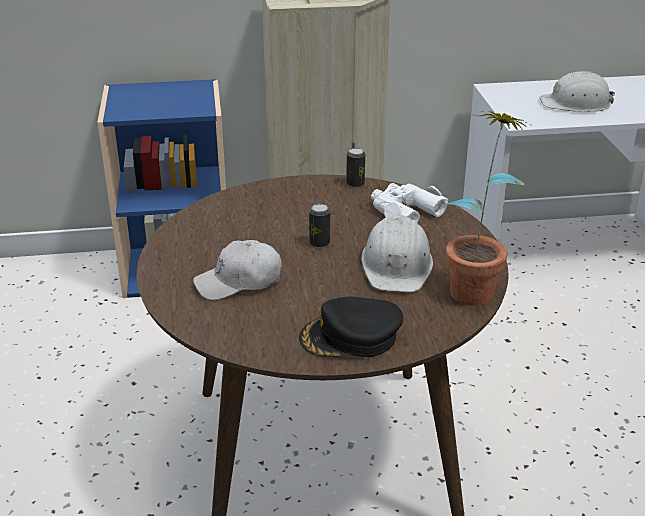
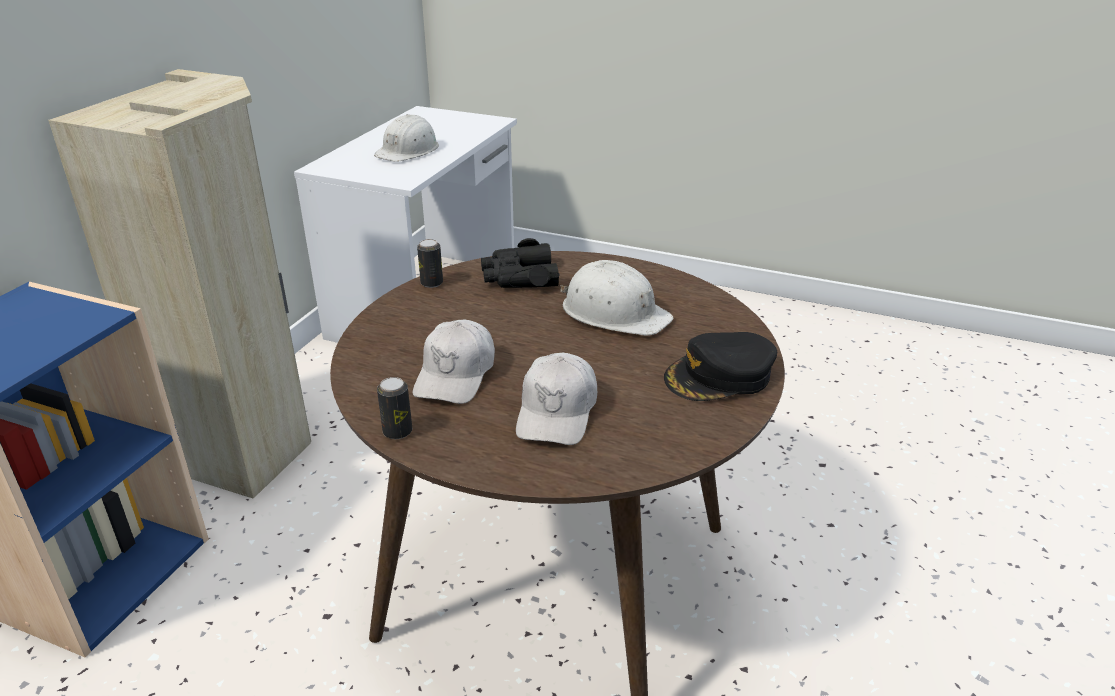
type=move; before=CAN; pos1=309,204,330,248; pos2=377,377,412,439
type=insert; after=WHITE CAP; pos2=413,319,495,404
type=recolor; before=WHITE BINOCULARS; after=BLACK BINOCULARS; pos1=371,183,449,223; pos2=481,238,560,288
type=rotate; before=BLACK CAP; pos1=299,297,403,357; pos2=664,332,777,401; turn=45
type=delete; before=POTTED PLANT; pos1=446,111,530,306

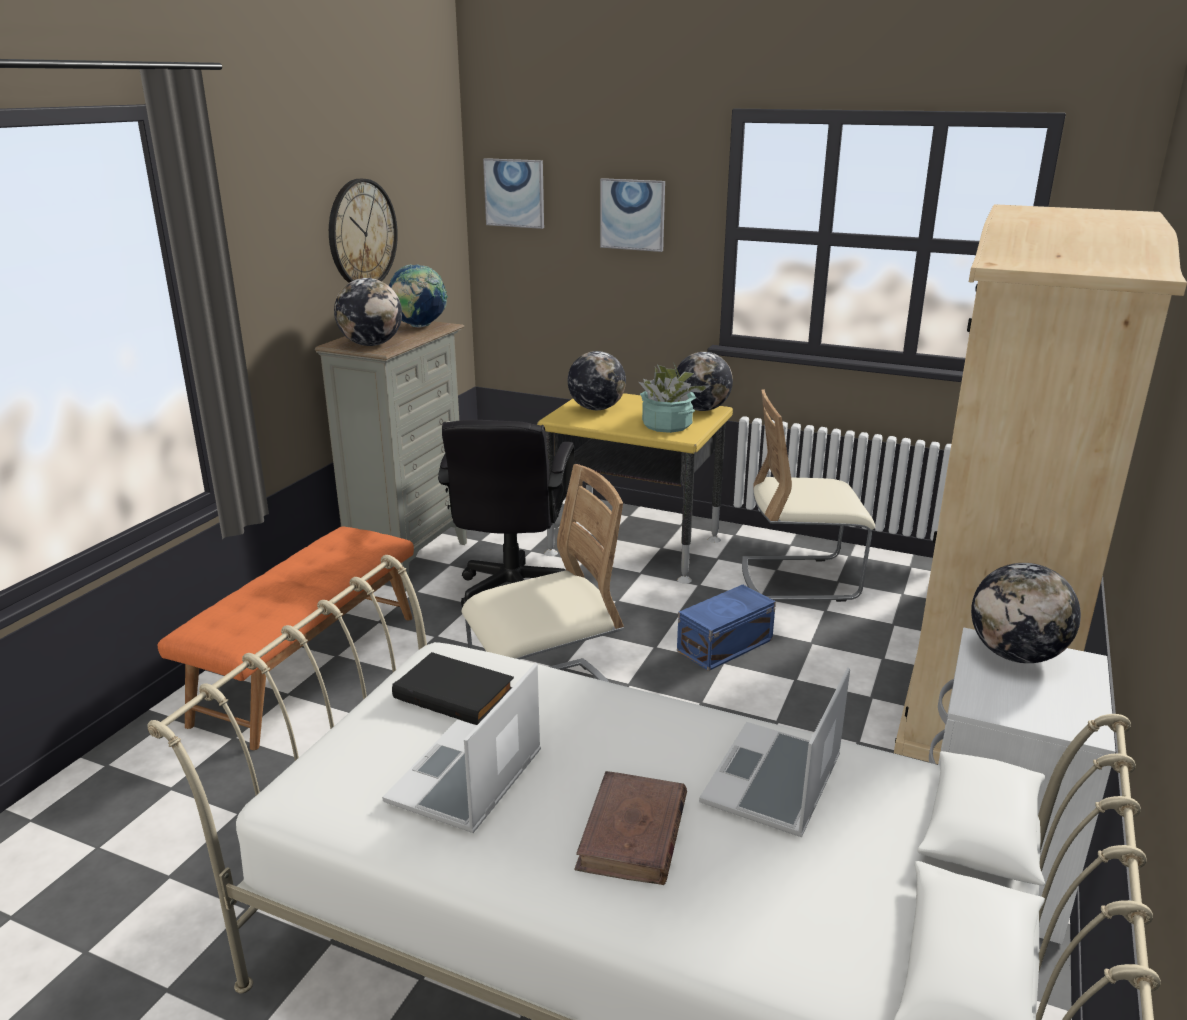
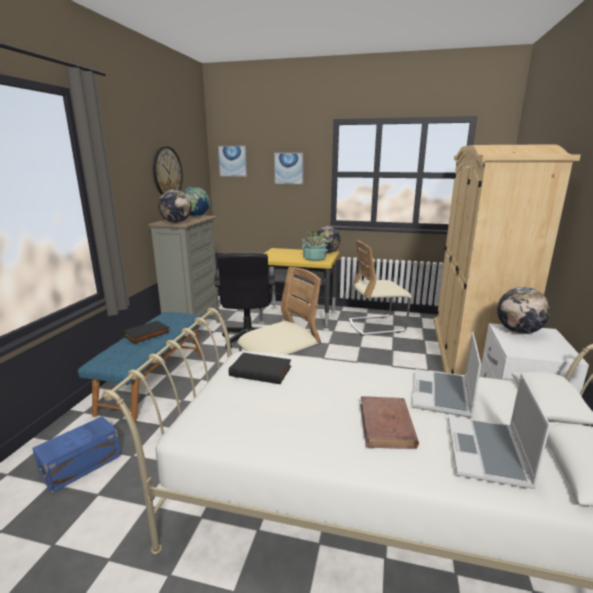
type=move; before=BLUE STORAGE BOX; pos1=677,584,776,671; pos2=32,416,121,493
type=recolor; before=ORANGE BENCH; after=BLUE BENCH; pos1=158,526,414,750; pos2=78,312,202,423
type=insert; after=BLACK BOOK; pos2=123,321,169,344
type=move; before=LAPTOP; pos1=382,663,541,833; pos2=448,373,550,489
type=delete; before=GLOBE; pos1=568,351,626,410

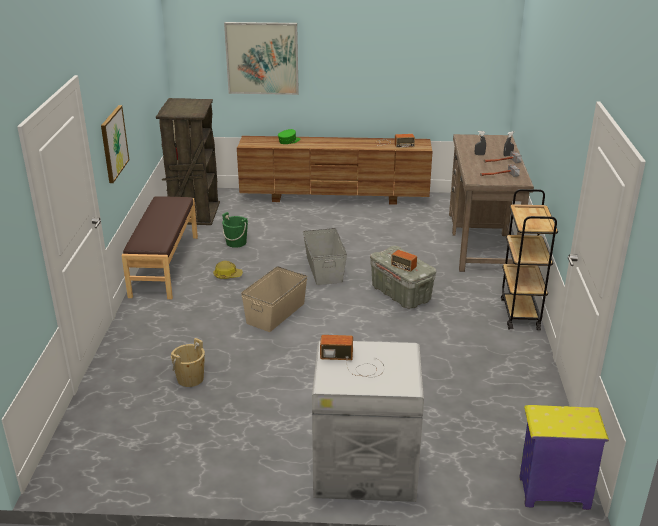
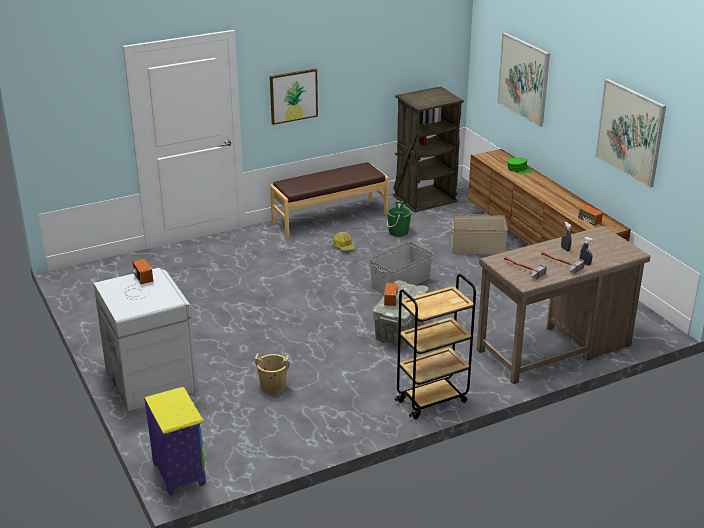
type=move; before=BEIGE BUCKET; pos1=171,338,205,387; pos2=255,353,290,394
type=move; before=BEIGE STORAGE BOX; pos1=241,266,307,332; pos2=451,214,508,254
type=insert; after=PICTURE; pos2=595,79,666,187

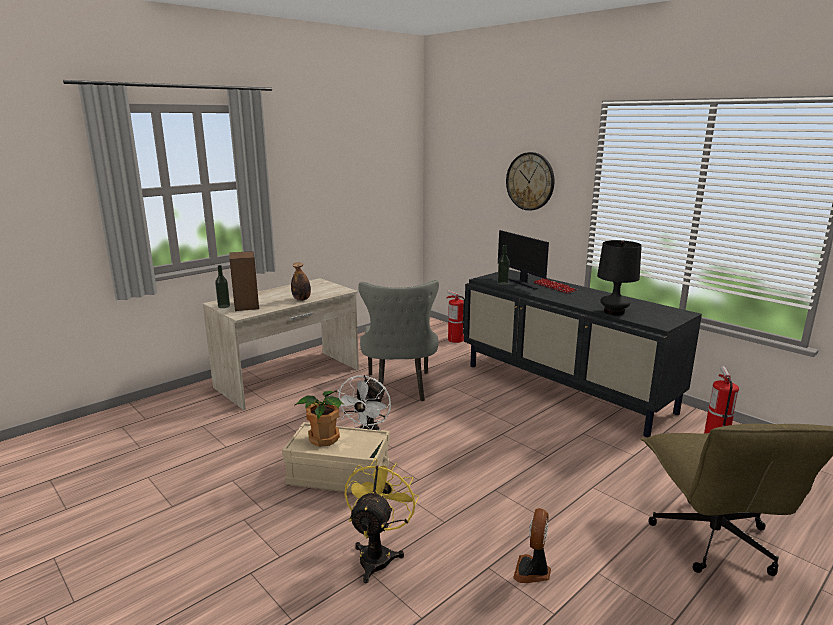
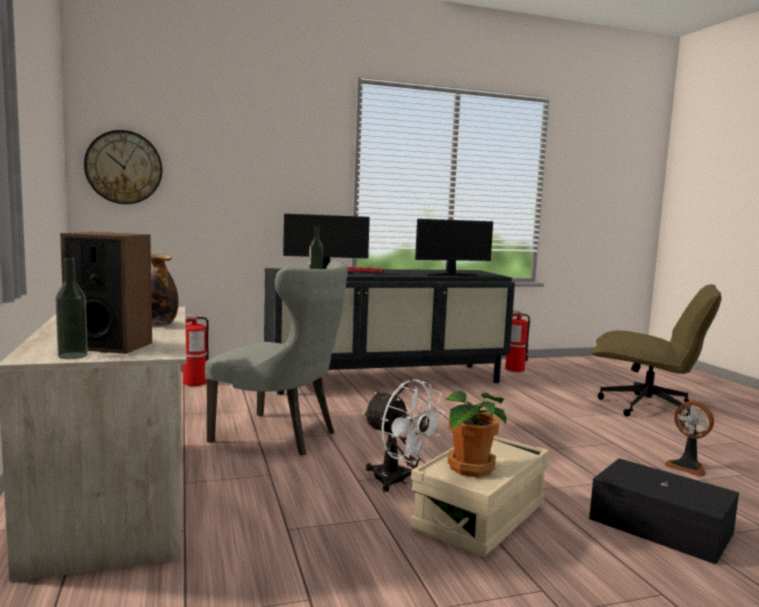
type=move; before=WALL CLOCK; pos1=506,152,555,211; pos2=84,130,162,204
type=replace; before=BLACK TABLE LAMP; after=MONITOR; pos1=597,240,642,315; pos2=415,219,493,276
type=replace; before=YELLOW FAN; after=BLACK STORAGE BOX; pos1=345,458,419,583; pos2=589,458,739,564

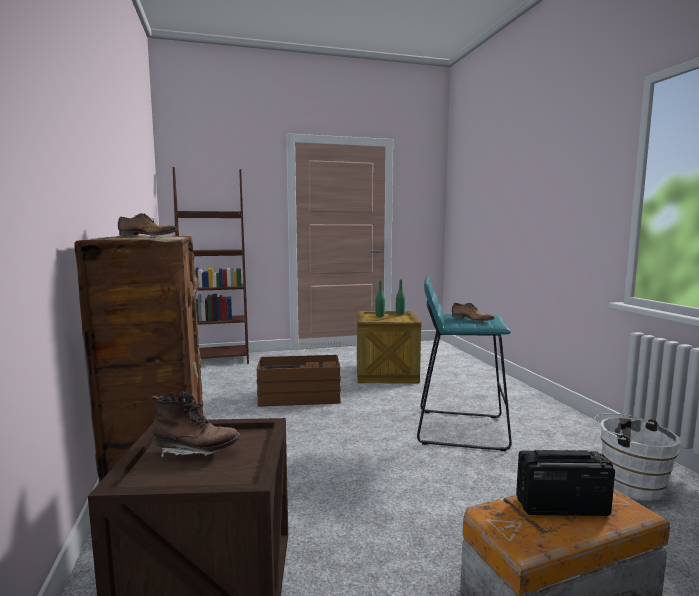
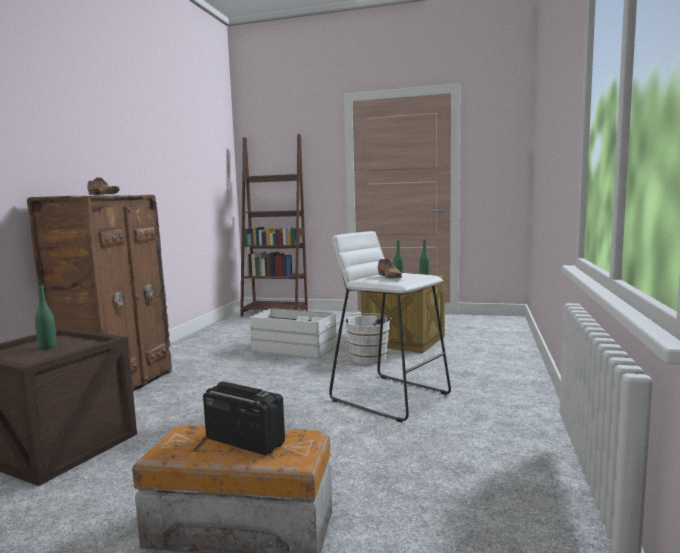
type=replace; before=BROWN BOOT; after=GREEN BOTTLE; pos1=151,392,240,459; pos2=35,284,57,349
type=recolor; before=BROWN STORAGE BOX; after=WHITE STORAGE BOX; pos1=257,355,341,407; pos2=250,308,337,359
type=recolor; before=TURQUOISE STOOL; after=WHITE STOOL; pos1=417,276,512,451; pos2=329,231,451,422
type=move; before=WHITE BUCKET; pos1=593,413,681,501; pos2=344,313,392,365

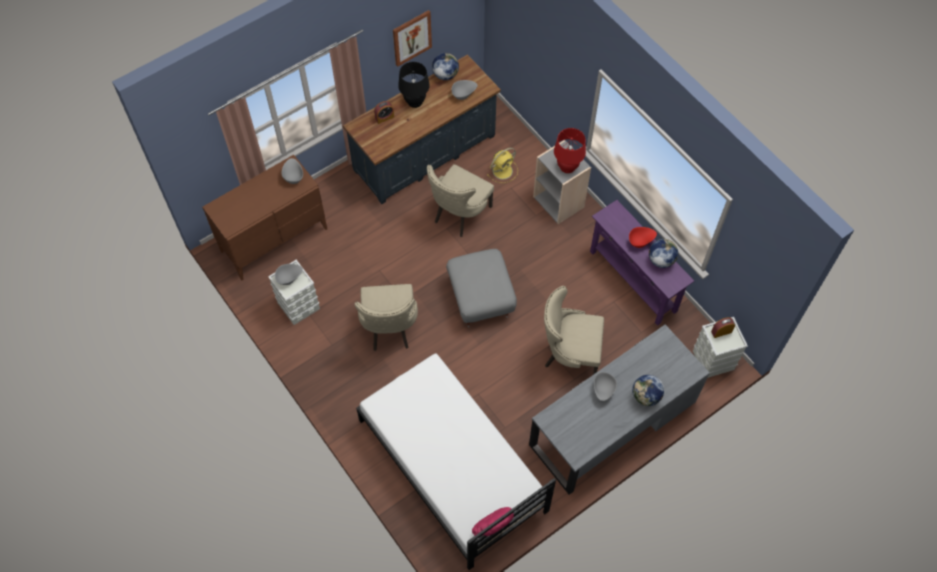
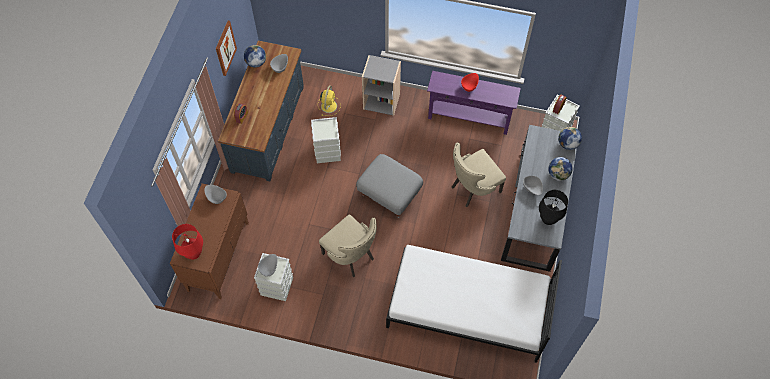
type=move; before=RED TABLE LAMP; pos1=554,128,586,173; pos2=172,224,203,259
type=replace; before=BEIGE CHAIR; after=GREY STORAGE BOX; pos1=427,164,494,237; pos2=311,117,341,163
type=move; before=BLACK TABLE LAMP; pos1=398,62,430,108; pos2=539,190,568,225
type=move; before=GLOBE; pos1=649,239,678,268; pos2=558,127,582,150
type=delete; before=PINK PILLOW; pos1=472,507,514,537

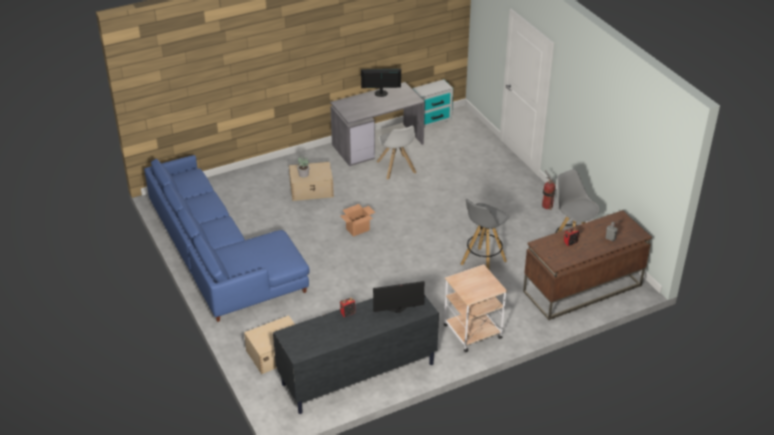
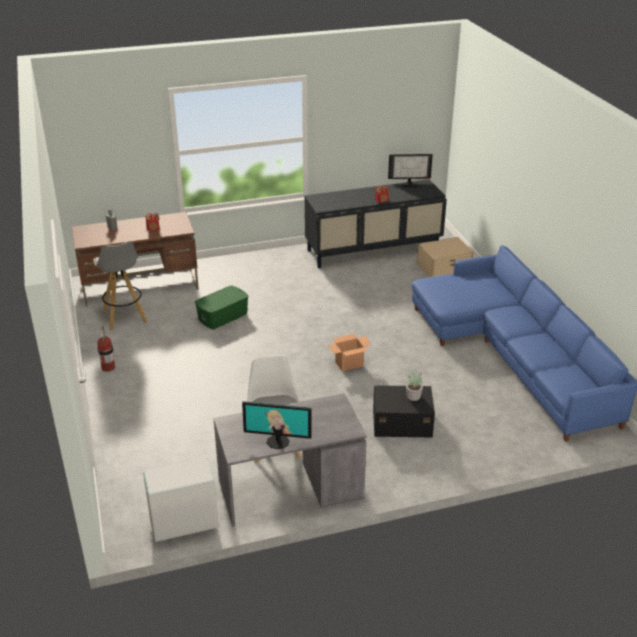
type=replace; before=GREY STOOL; after=GREEN STORAGE BOX; pos1=461,199,510,270; pos2=195,285,249,329
type=recolor; before=BEIGE STORAGE BOX; after=BLACK STORAGE BOX; pos1=289,162,334,201; pos2=373,385,435,437
type=move; before=MONITOR; pos1=373,281,424,313; pos2=388,154,433,188
type=delete; before=BEIGE CART; pos1=443,264,507,352

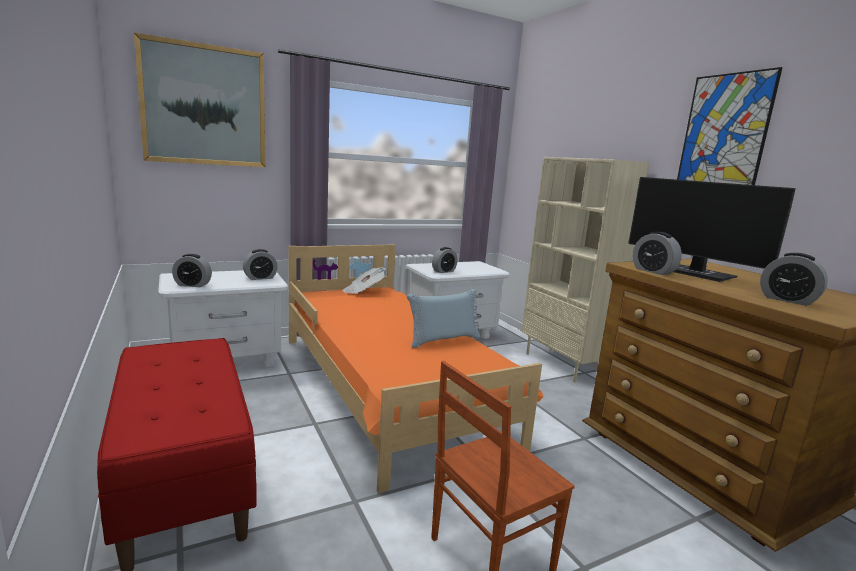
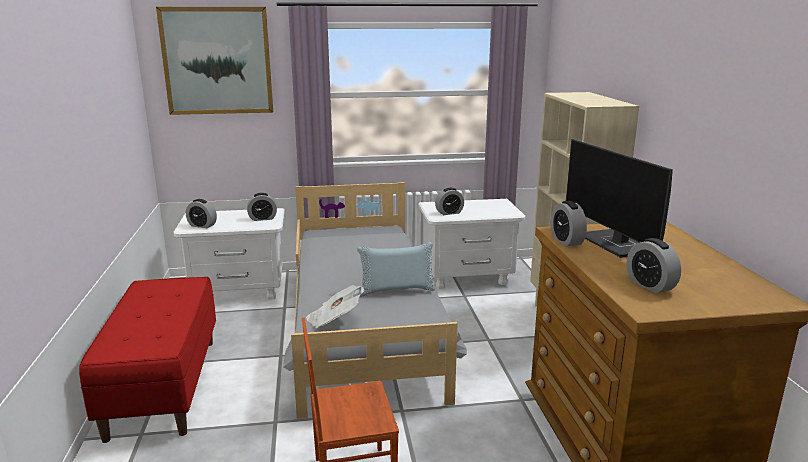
type=recolor; before=ORANGE BED; after=GREY BED; pos1=289,244,544,493; pos2=283,182,467,419
type=move; before=NEWSPAPER; pos1=342,267,386,294; pos2=306,285,364,328
type=delete; before=PICTURE; pos1=677,67,783,185

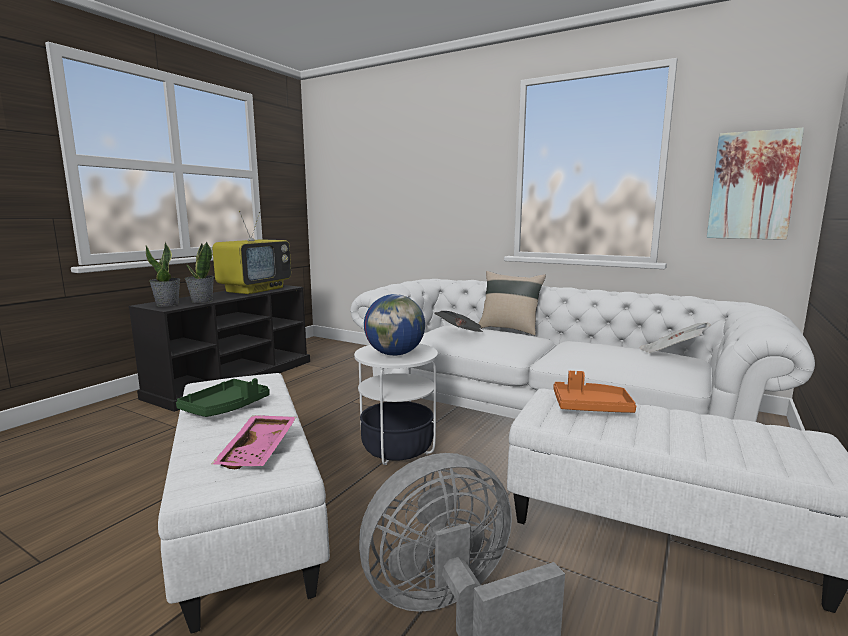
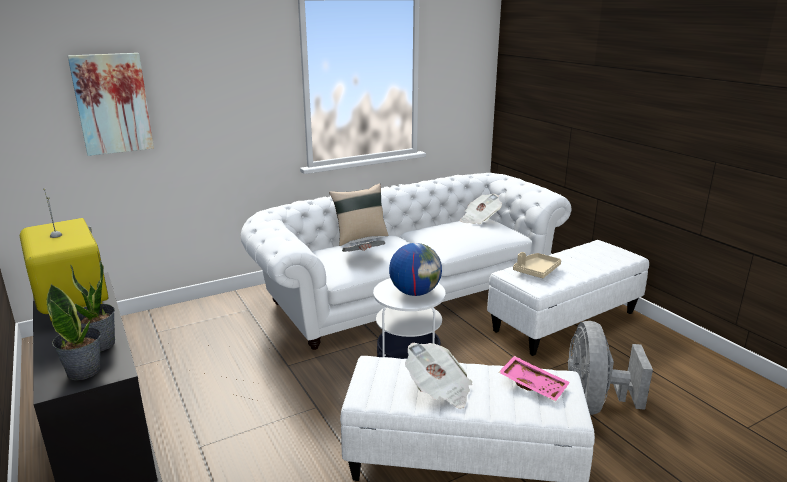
type=move; before=PICTURE; pos1=707,127,804,240; pos2=68,53,154,156
type=replace; before=GREEN TRAY; after=NEWSPAPER; pos1=176,378,270,417; pos2=405,343,472,409
type=recolor; before=ORANGE TRAY; after=BEIGE TRAY; pos1=554,371,636,413; pos2=513,252,561,278

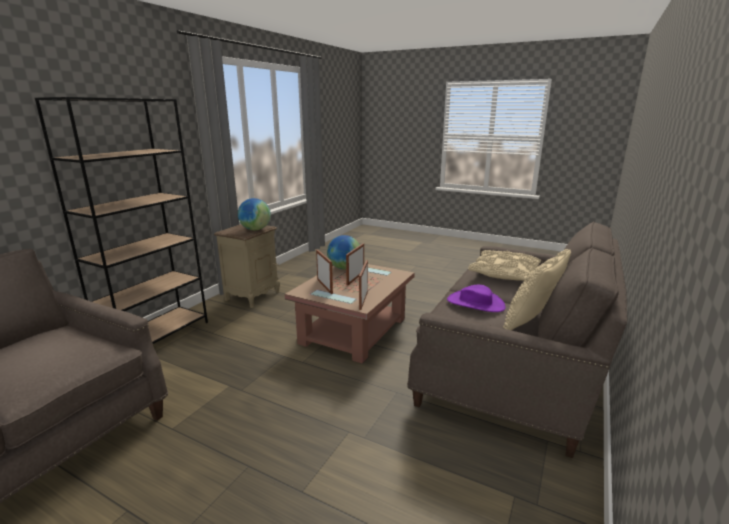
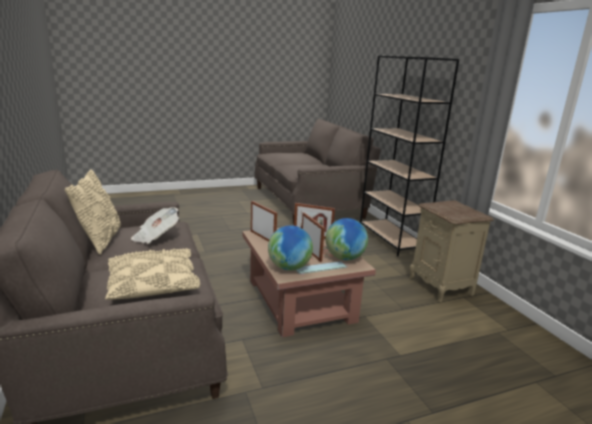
type=replace; before=PURPLE HAT; after=NEWSPAPER; pos1=447,285,506,312; pos2=131,207,179,244
type=move; before=GLOBE; pos1=238,198,271,230; pos2=268,225,313,271

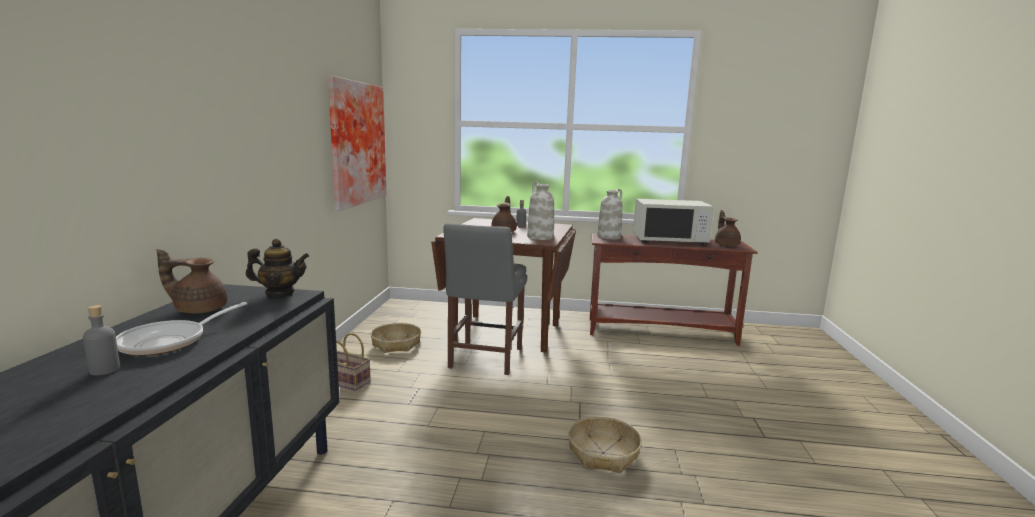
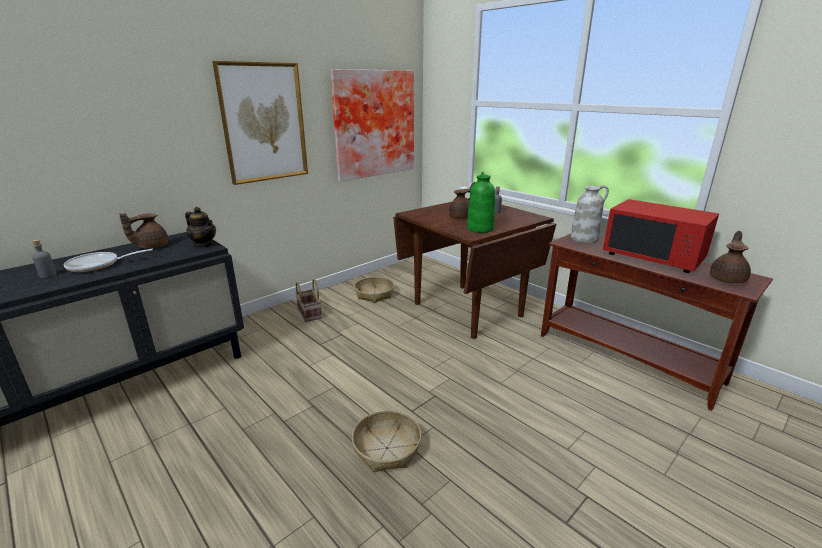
type=rotate; before=BROWN TEAPOT; pos1=157,249,227,314; pos2=119,213,168,249; turn=-90
type=insert; after=PICTURE; pos2=212,61,308,185
type=recolor; before=WHITE VASE; after=GREEN VASE; pos1=527,182,554,240; pos2=467,172,495,233
type=recolor; before=WHITE MICROWAVE; after=RED MICROWAVE; pos1=633,199,714,246; pos2=603,199,719,273
type=delete; before=GREY CHAIR; pos1=443,223,527,375

